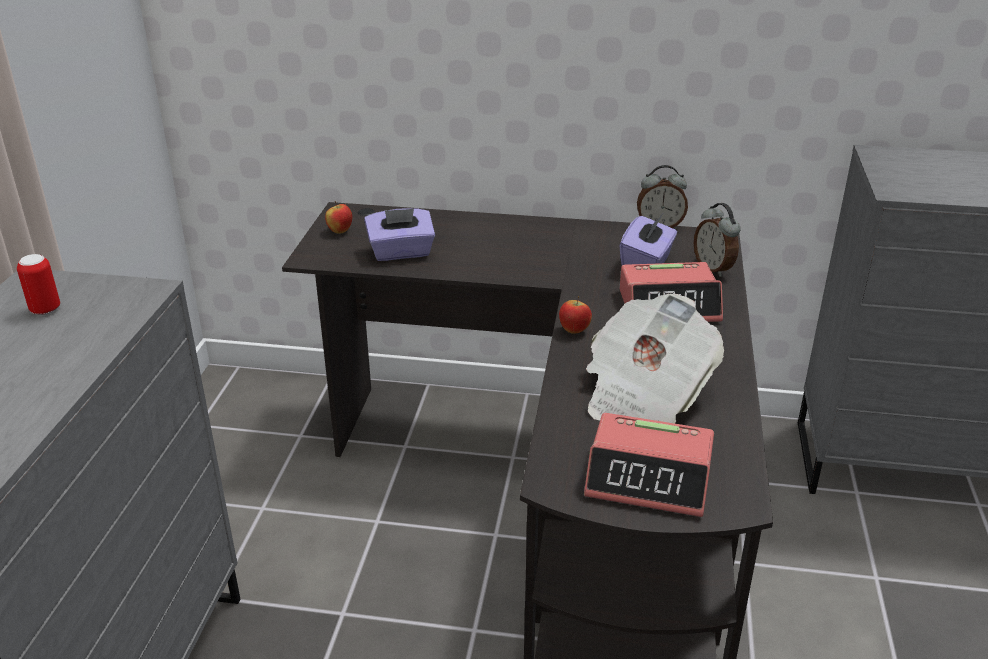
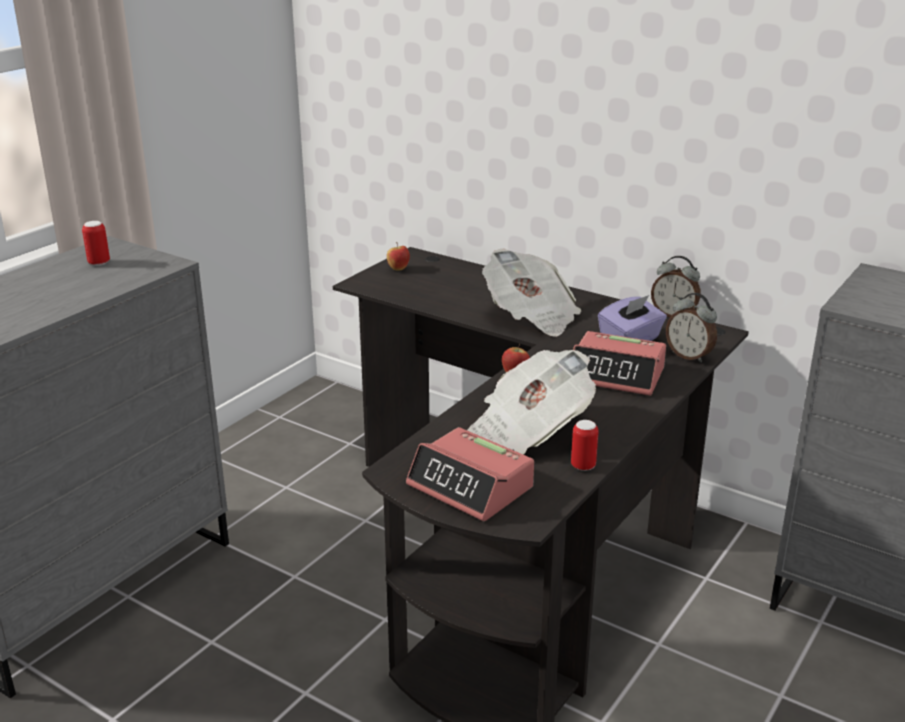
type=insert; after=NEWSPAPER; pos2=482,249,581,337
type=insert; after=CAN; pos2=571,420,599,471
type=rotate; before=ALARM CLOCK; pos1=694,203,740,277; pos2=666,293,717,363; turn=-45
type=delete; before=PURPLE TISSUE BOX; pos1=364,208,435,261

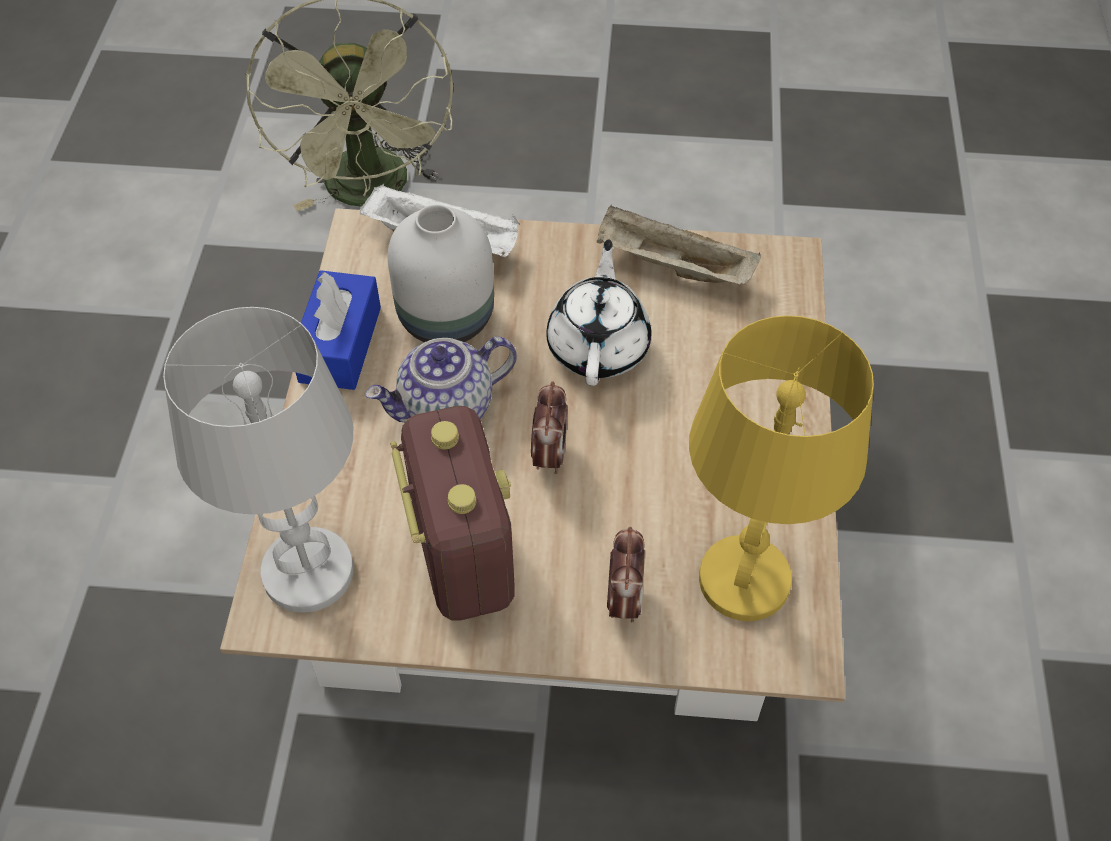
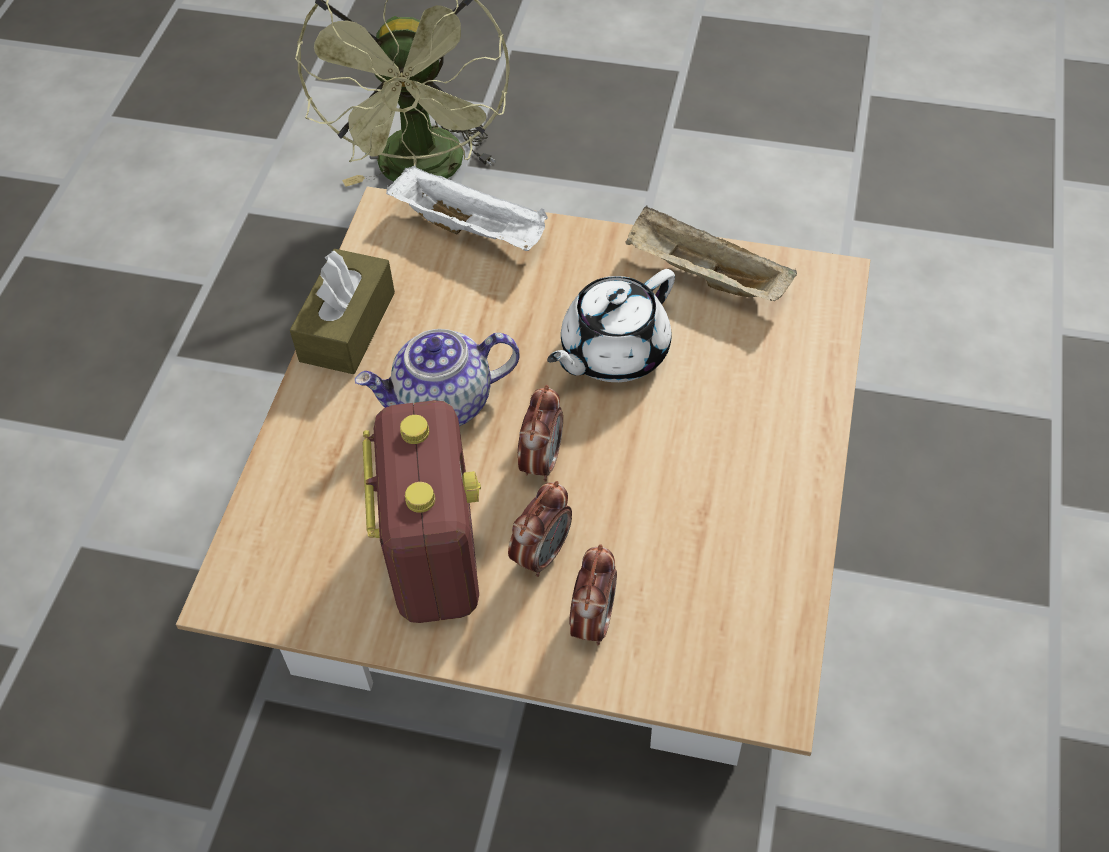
type=recolor; before=BLUE TISSUE BOX; after=BROWN TISSUE BOX; pos1=295,270,381,390; pos2=290,249,395,374
type=insert; after=ALARM CLOCK; pos2=508,481,572,577
type=rotate; before=WHITE TEAPOT; pos1=546,239,651,386; pos2=547,269,675,382; turn=-150
type=delete; before=WHITE TABLE LAMP; pos1=163,307,353,613
type=delete; before=WHITE VASE; pos1=388,204,494,342
type=delete; before=YELLOW TABLE LAMP; pos1=689,315,874,621

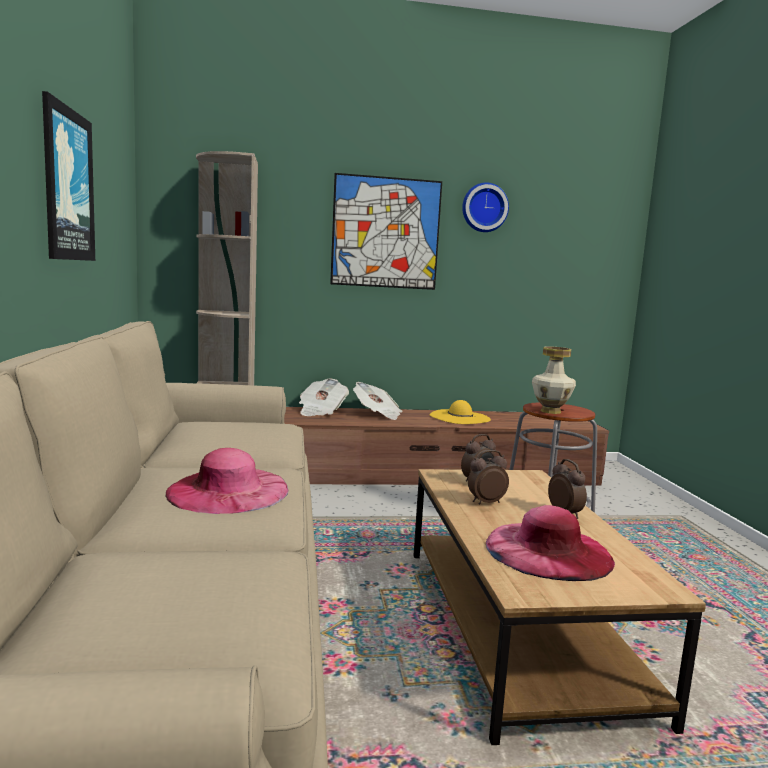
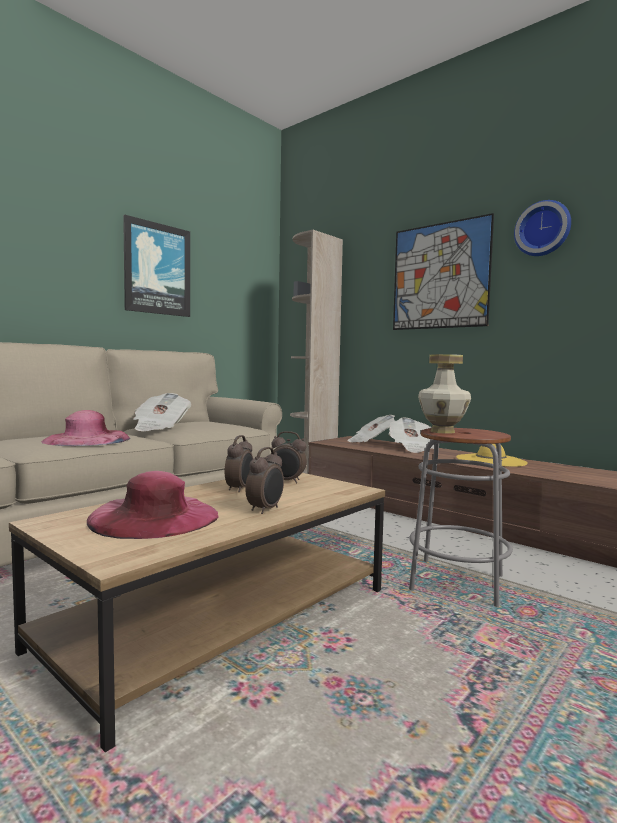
type=insert; after=NEWSPAPER; pos2=133,393,191,431
type=rotate; before=ALARM CLOCK; pos1=468,450,509,505; pos2=225,435,253,492; turn=75

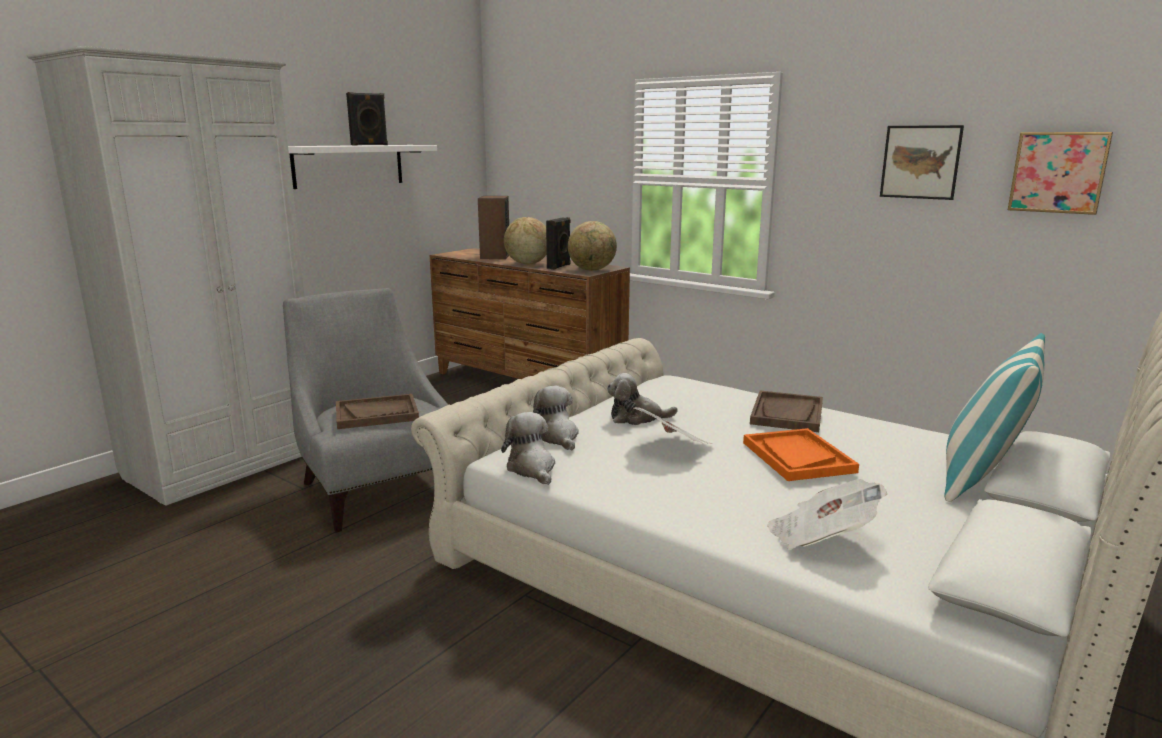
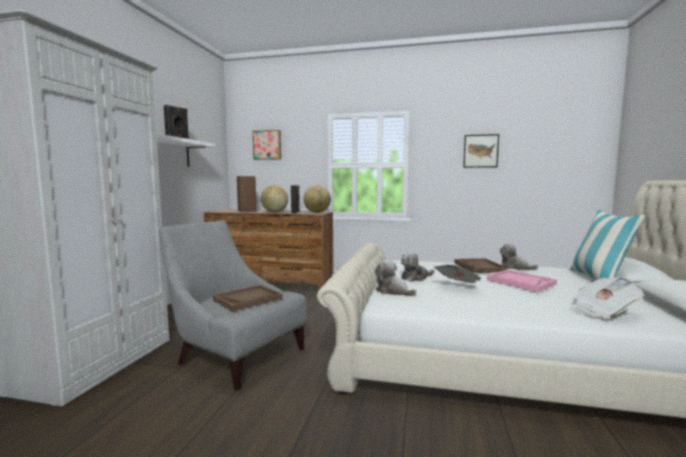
type=move; before=PICTURE; pos1=1008,132,1113,215; pos2=253,130,281,160
type=recolor; before=ORANGE TRAY; after=PINK TRAY; pos1=743,428,859,481; pos2=487,270,557,292
type=move; before=PLUSH TOY; pos1=501,412,555,485; pos2=500,243,538,270

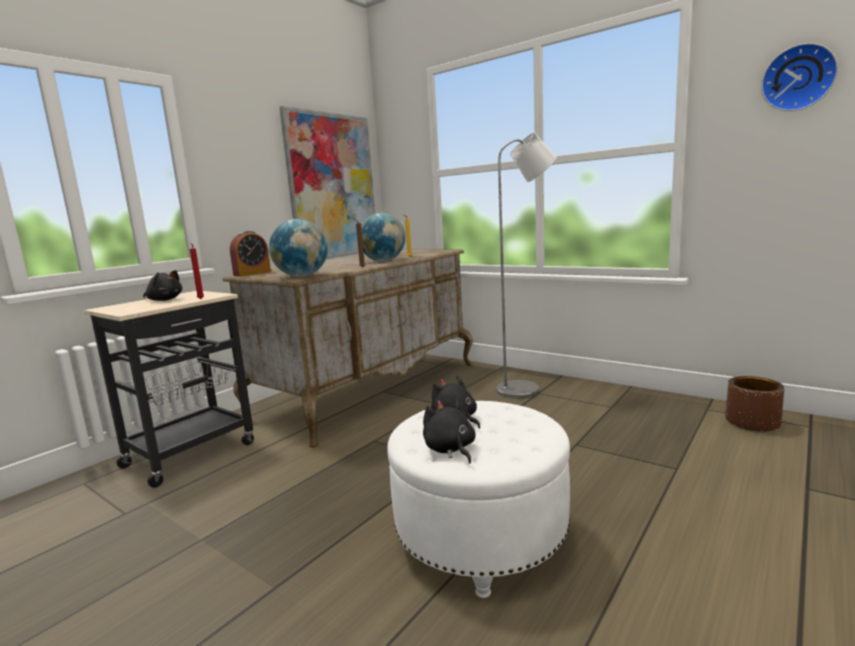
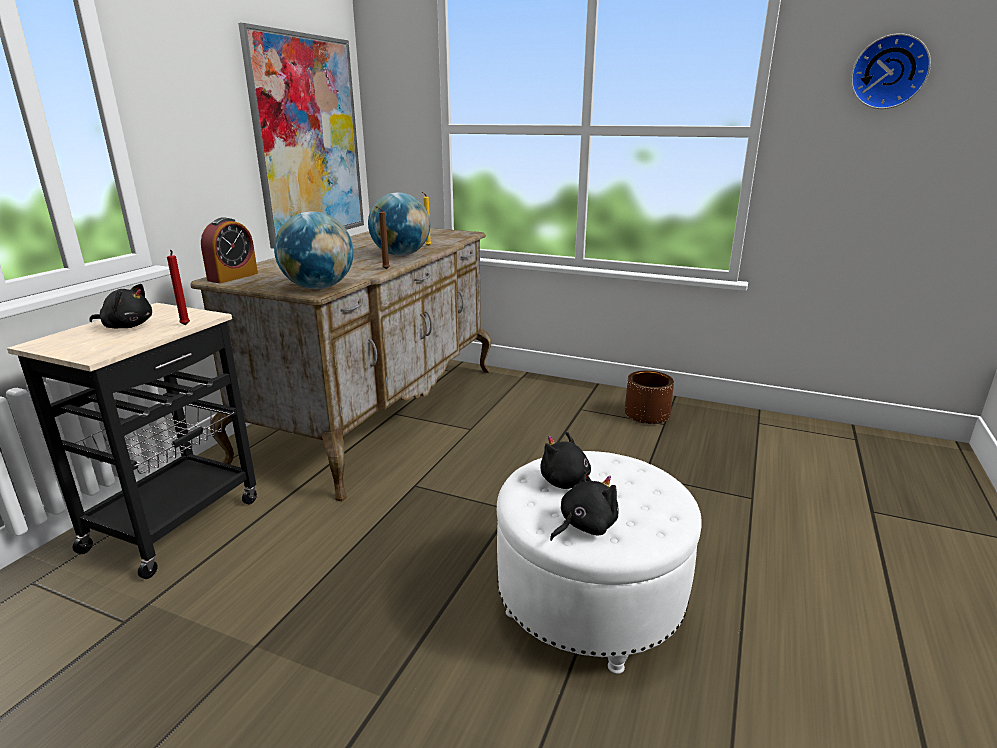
type=rotate; before=BLACK PLUSH TOY; pos1=423,398,476,463; pos2=550,470,619,541; turn=90
type=move; before=BROWN PLANTER; pos1=725,376,785,432; pos2=625,371,674,424
type=delete; before=GREY FLOOR LAMP; pos1=496,132,557,399

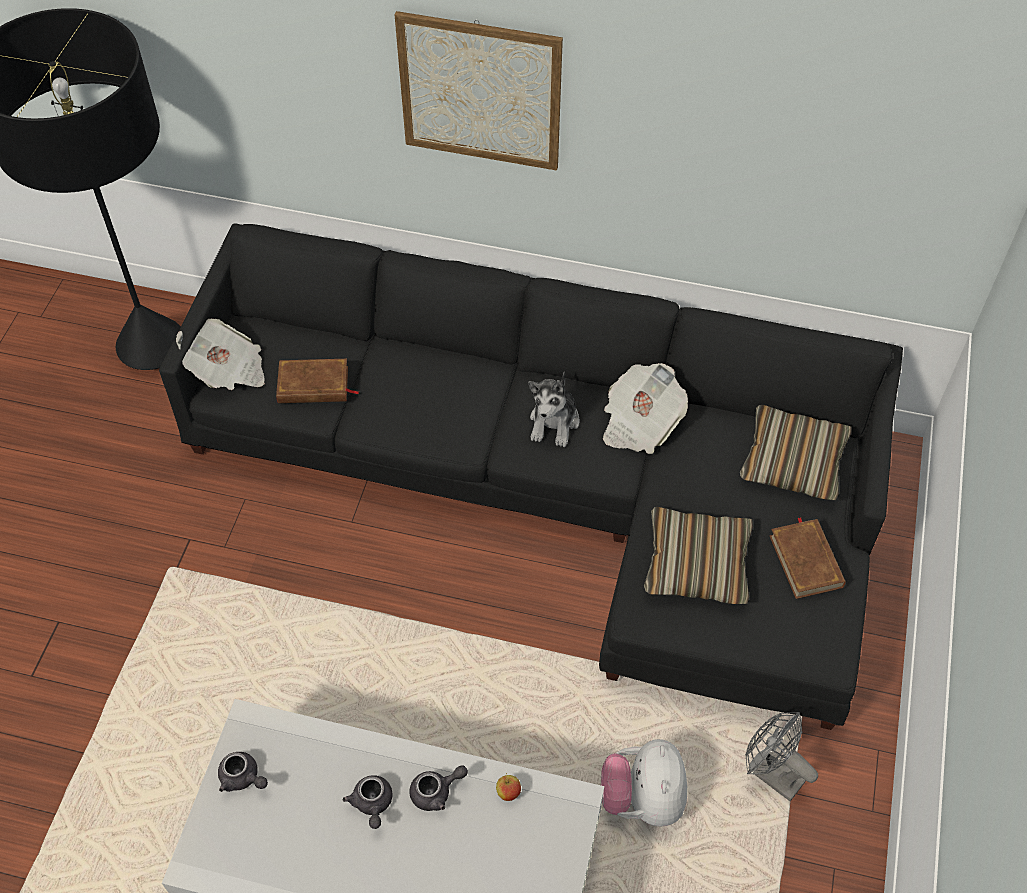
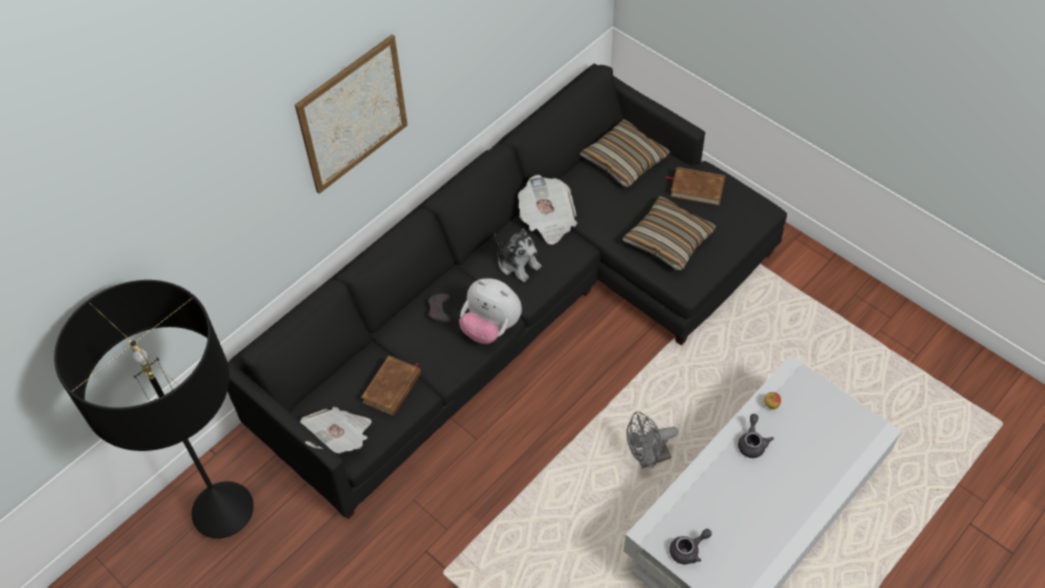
type=insert; after=GREY GAME CONTROLLER; pos2=428,293,451,324
type=move; before=PLUSH TOY; pos1=601,739,687,827; pos2=459,278,522,344
type=move; before=GREY FAN; pos1=745,712,818,801; pos2=627,412,678,468
type=delete; before=GREY TEAPOT; pos1=343,775,393,829

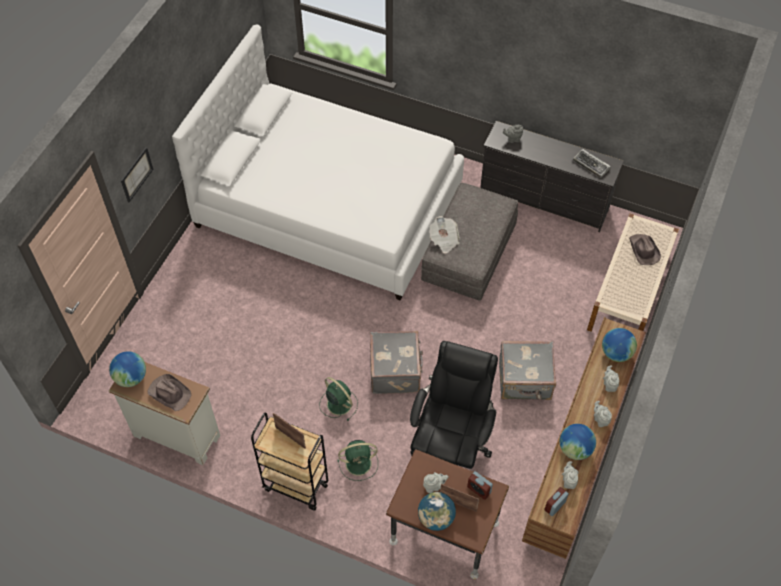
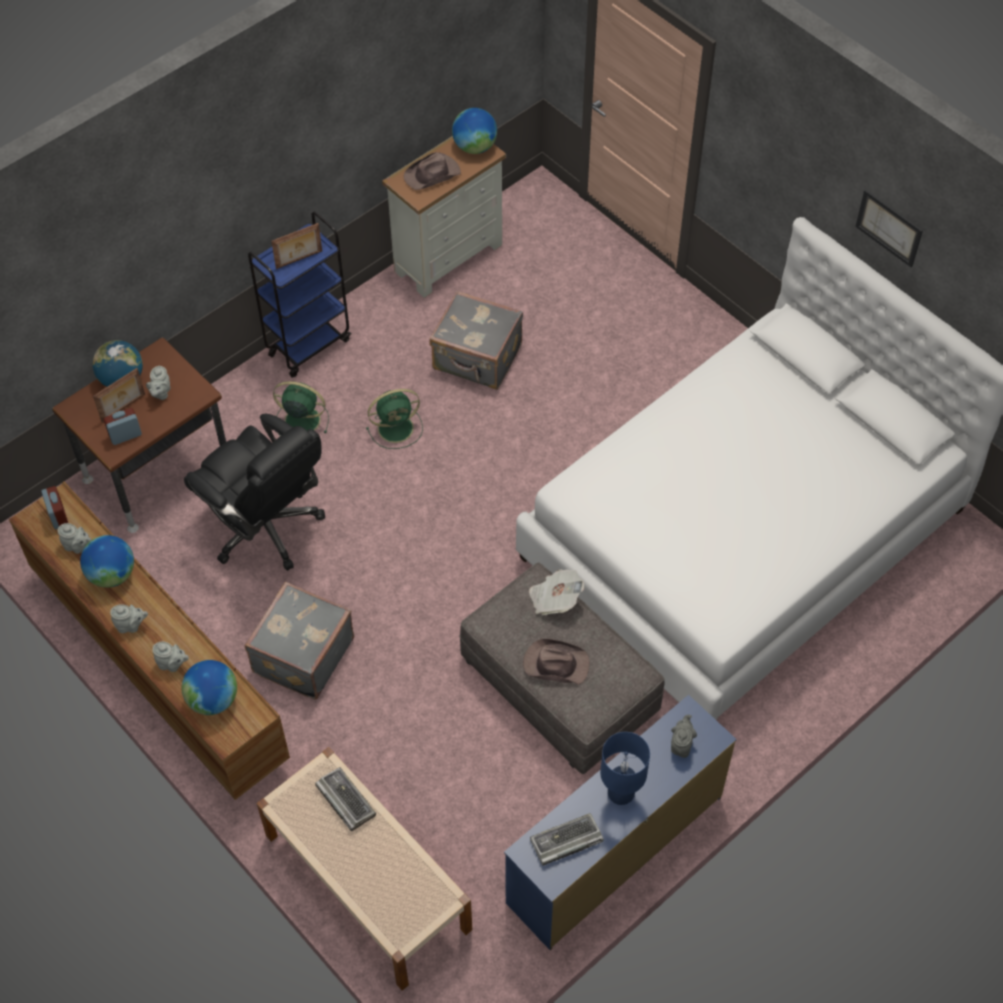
type=recolor; before=BROWN CART; after=BLUE CART; pos1=251,413,328,510; pos2=248,211,353,377
type=rotate; before=GREEN FAN; pos1=337,440,378,481; pos2=273,381,329,436; turn=90
type=insert; after=KEYBOARD; pos2=315,767,376,831
type=move; before=GREY SUITCASE; pos1=370,331,423,394; pos2=429,291,523,390
type=recolor; before=BLACK DRESSER; after=BLUE DRESSER; pos1=480,121,624,232; pos2=504,695,737,951
type=move; before=BROWN HAT; pos1=629,234,661,265; pos2=523,639,589,685
type=insert; after=BLUE TABLE LAMP; pos2=600,732,650,805
type=move; before=PICTURE; pos1=121,147,153,202; pos2=855,190,923,267

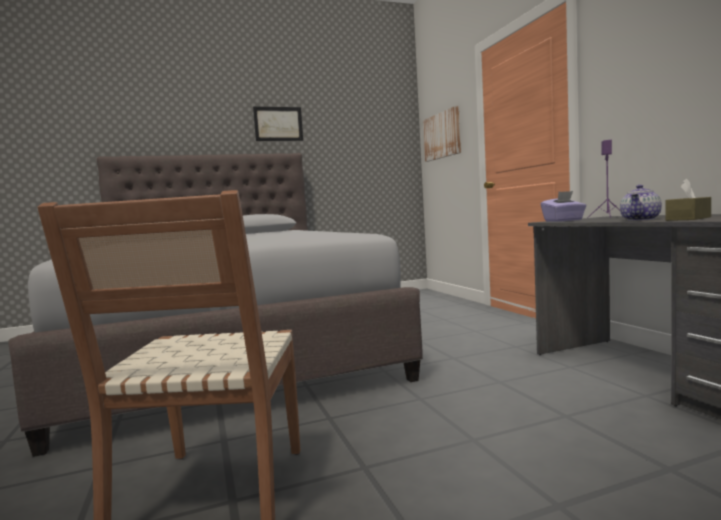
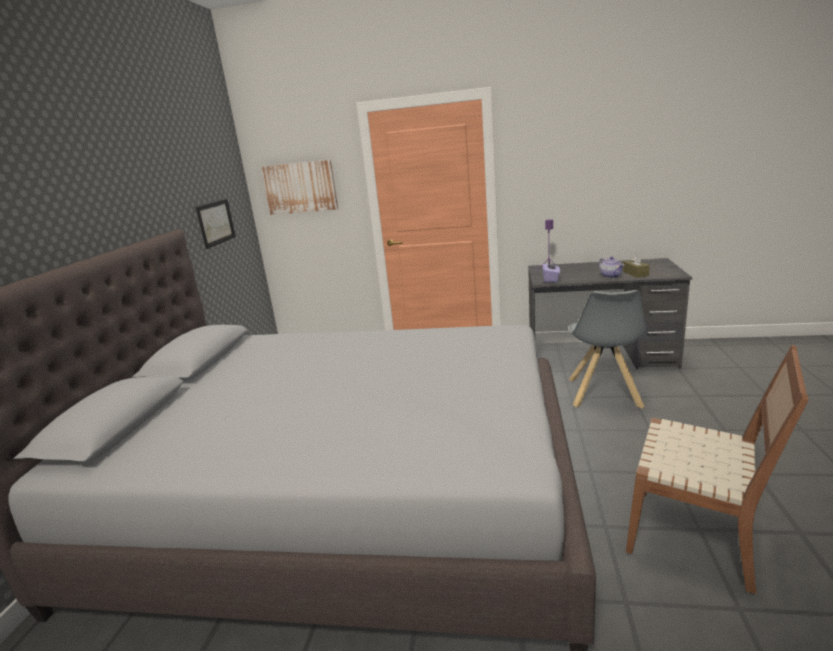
type=move; before=PICTURE; pos1=253,107,303,141; pos2=196,199,236,249
type=insert; after=GREY CHAIR; pos2=569,290,647,409

